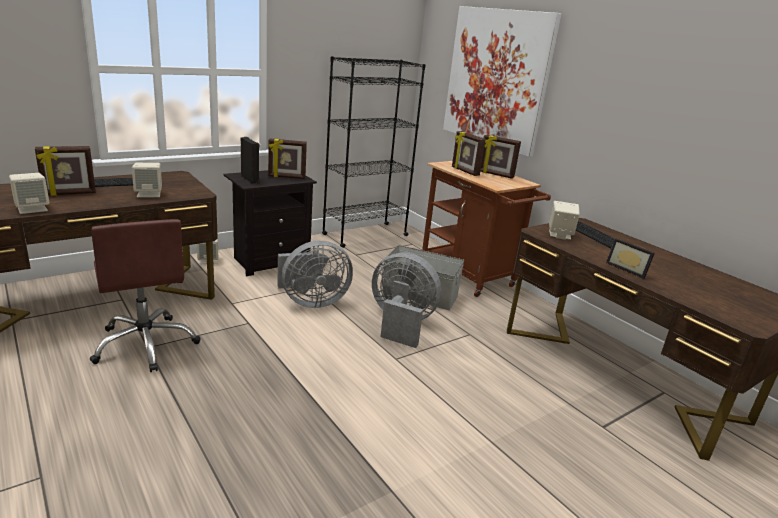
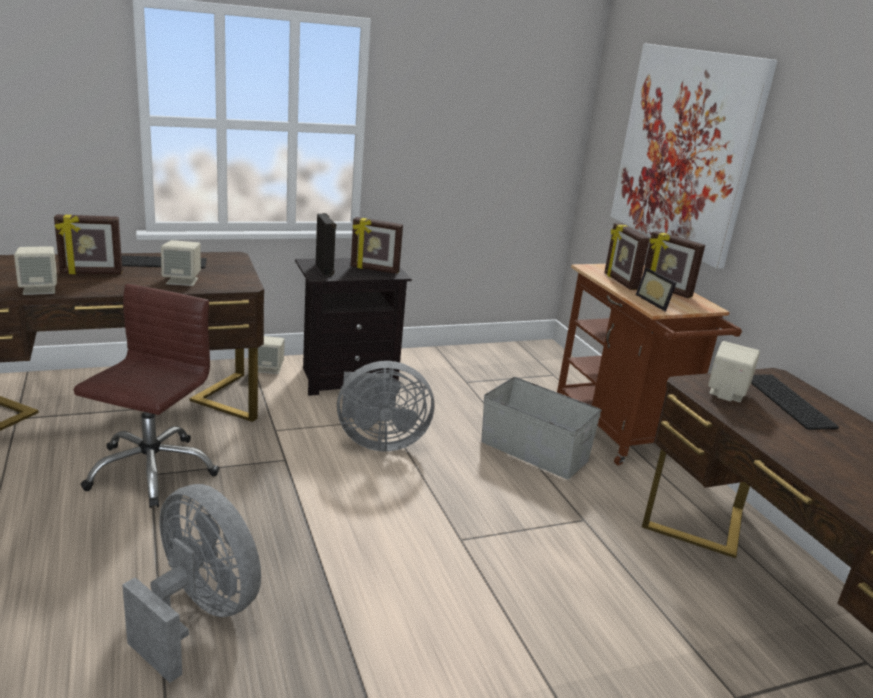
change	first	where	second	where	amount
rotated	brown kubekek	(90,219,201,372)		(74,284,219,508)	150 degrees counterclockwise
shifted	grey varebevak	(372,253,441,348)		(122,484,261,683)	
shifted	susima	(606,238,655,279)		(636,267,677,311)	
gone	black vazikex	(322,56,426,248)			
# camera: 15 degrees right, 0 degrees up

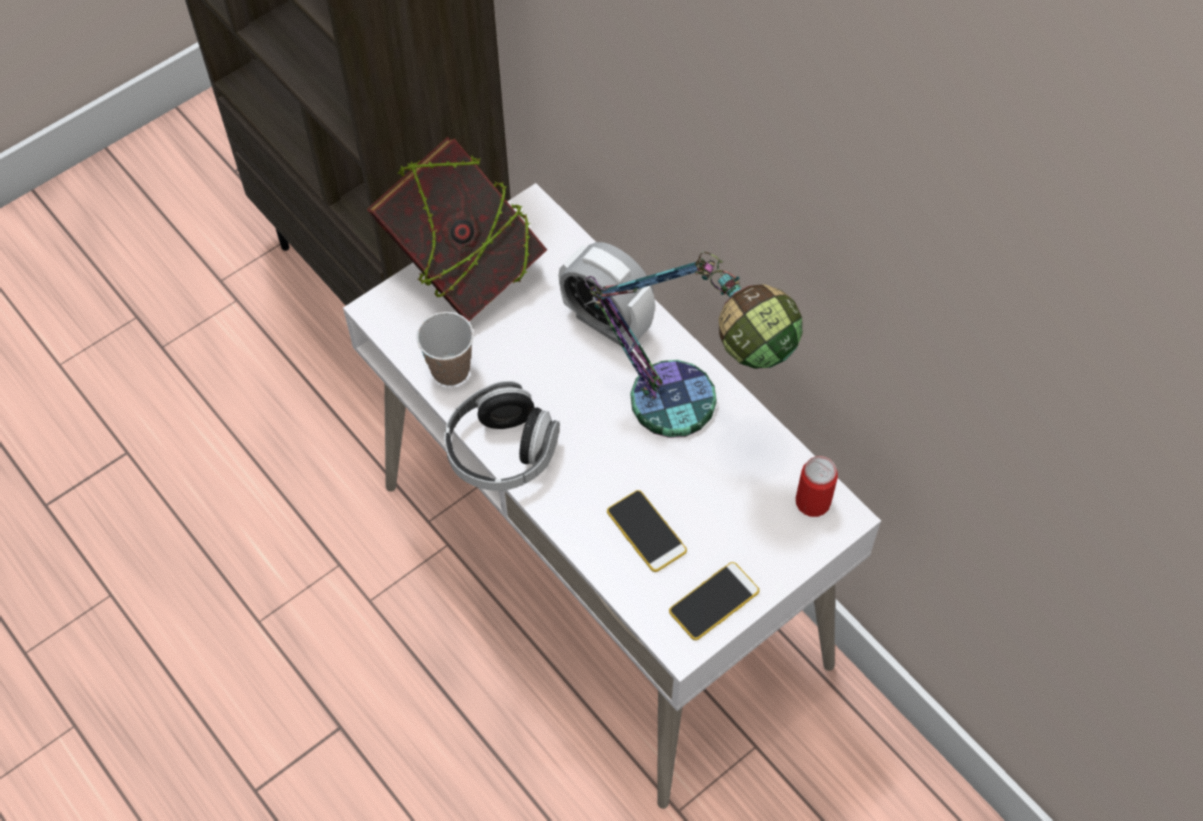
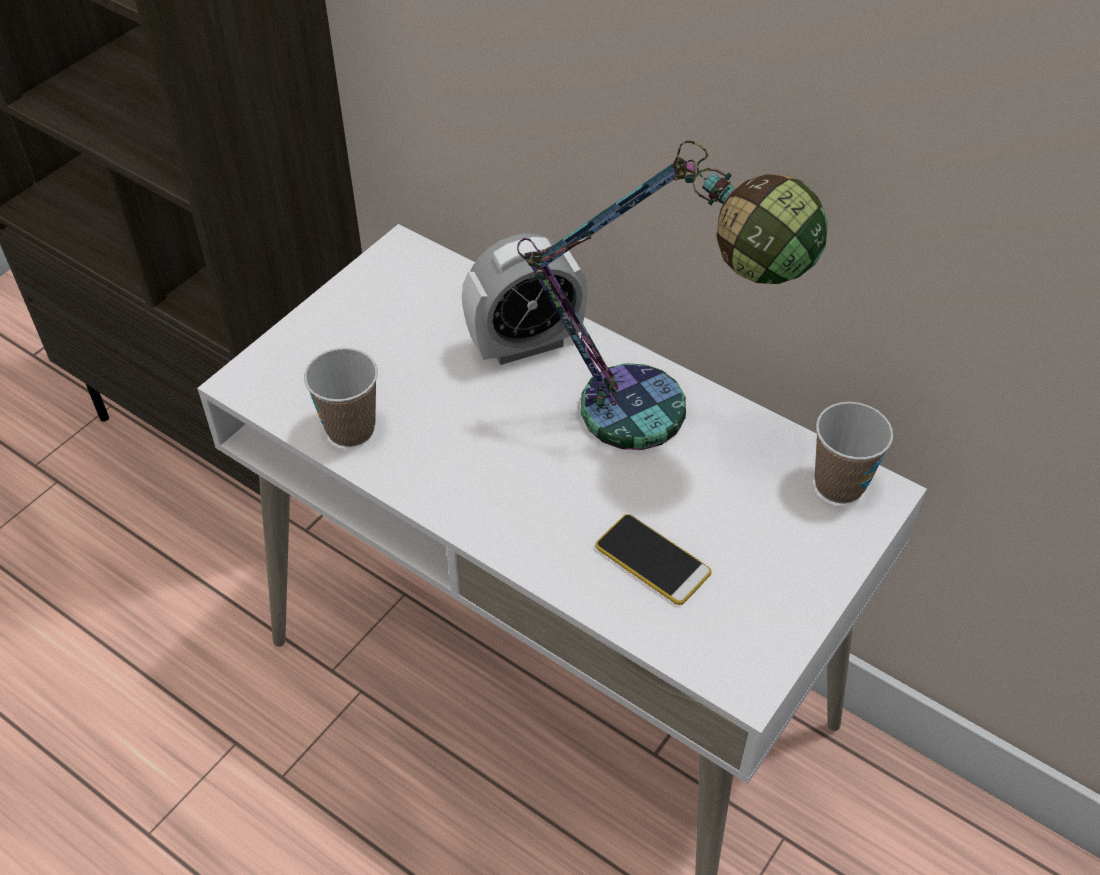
change	first	where	second	where	amount
rotated	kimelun	(559,242,655,347)		(462,233,588,365)	45 degrees counterclockwise
swapped	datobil	(796,456,838,517)	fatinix	(815,402,893,503)	
gone	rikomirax	(367,137,547,321)			
gone	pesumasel	(444,381,560,491)			
gone	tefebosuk	(669,562,759,640)			
# camera: 15 degrees left, 10 degrees down

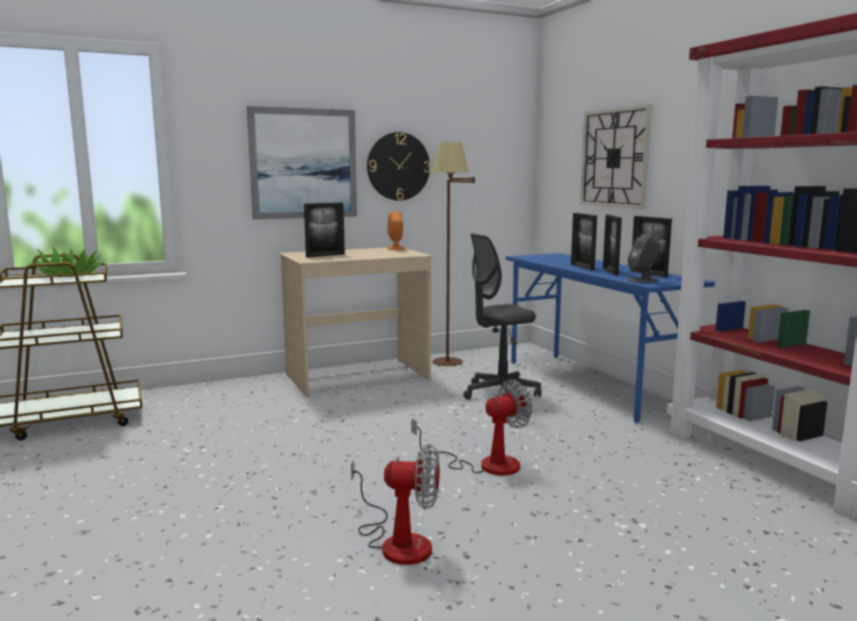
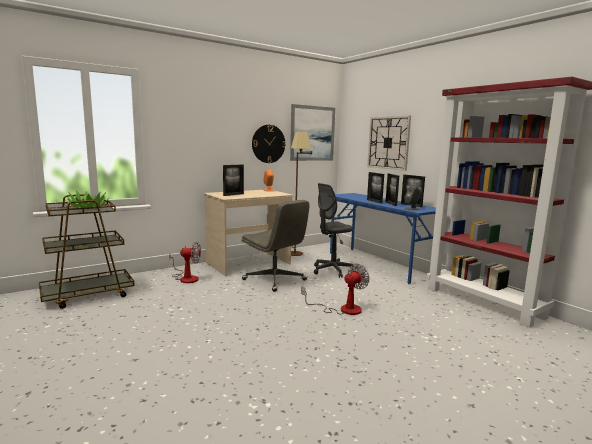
change	first	where	second	where	amount
shifted	varebevak	(351,444,440,565)		(169,242,201,283)	
new			grey kubekek	(241,200,310,292)	
shifted	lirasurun	(247,106,357,220)		(290,104,335,161)	
# camera: 10 degrees left, 0 degrees up

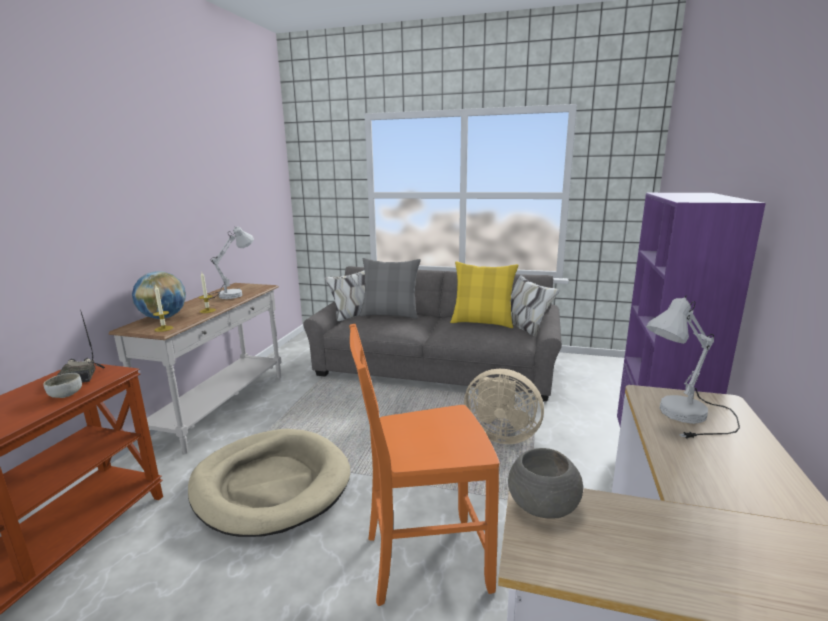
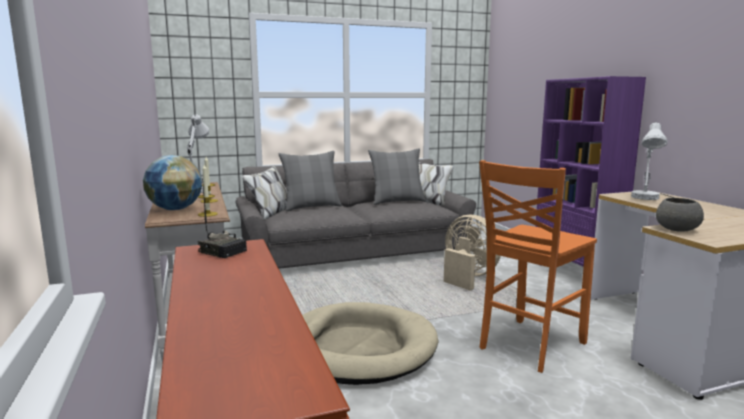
change	first	where	second	where	amount
repainted	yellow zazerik	(450,262,519,328)	grey zazerik	(368,148,426,205)	
rotated	beige varebevak	(464,369,544,444)		(444,215,501,290)	120 degrees counterclockwise
gone	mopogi	(43,373,82,398)			
# camera: 35 degrees left, 5 degrees down

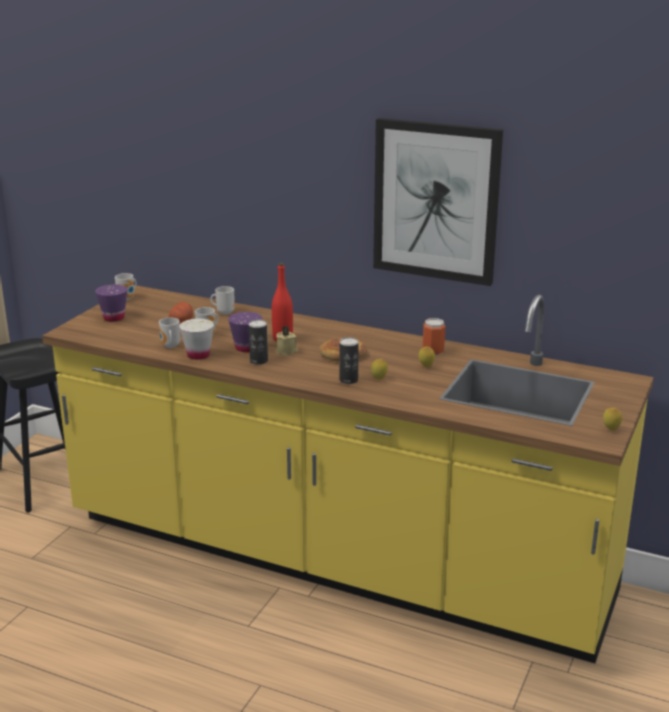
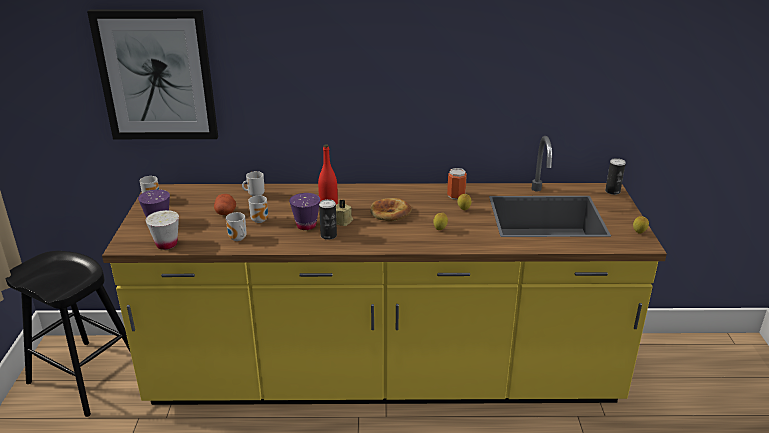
change	first	where	second	where	amount
shifted	lirasurun	(373,118,503,286)		(87,9,218,139)	
shifted	white fatinix	(179,319,214,360)		(145,210,179,250)	
shifted	datobil	(339,337,359,384)		(605,158,626,195)	
# camera: 25 degrees left, 5 degrees up

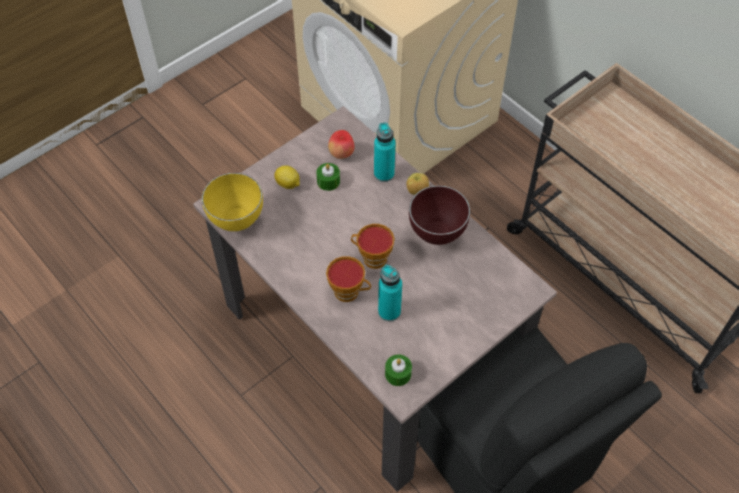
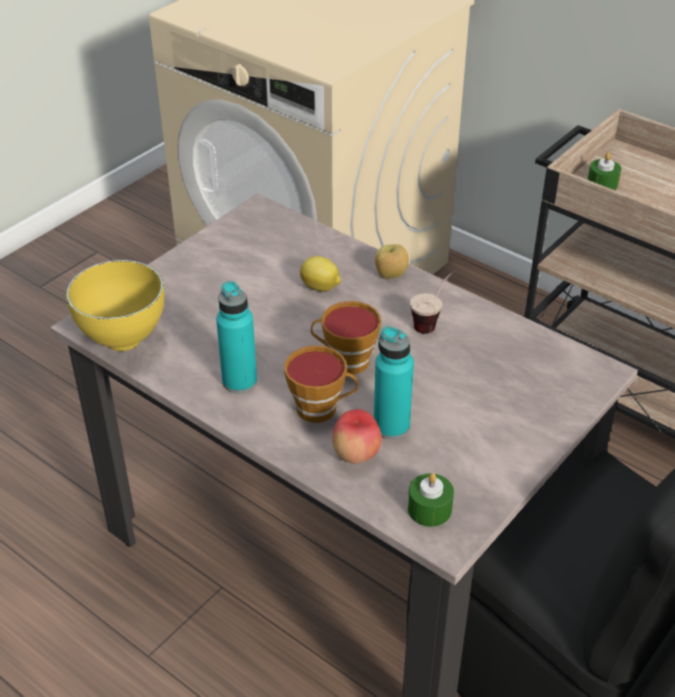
change	first	where	second	where	amount
shifted	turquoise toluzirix	(374,122,396,182)		(216,281,257,393)	
shifted	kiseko	(274,165,300,189)		(300,256,341,291)	
shifted	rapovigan	(328,130,355,159)		(333,409,382,464)	
swapped	brown mopogi	(409,185,470,245)	fatinix	(410,268,457,334)	
shifted	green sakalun	(316,163,340,191)		(588,152,621,190)	
# camera: 10 degrees left, 15 degrees down

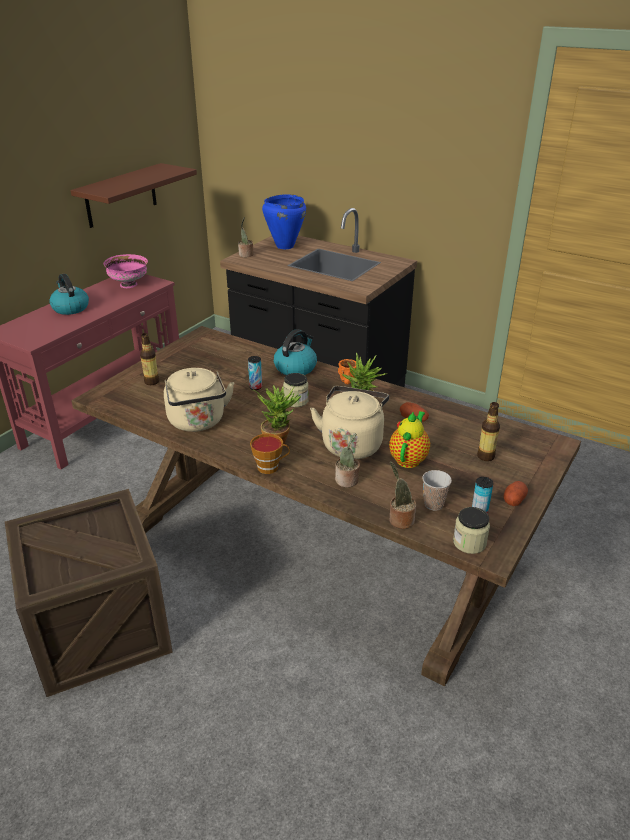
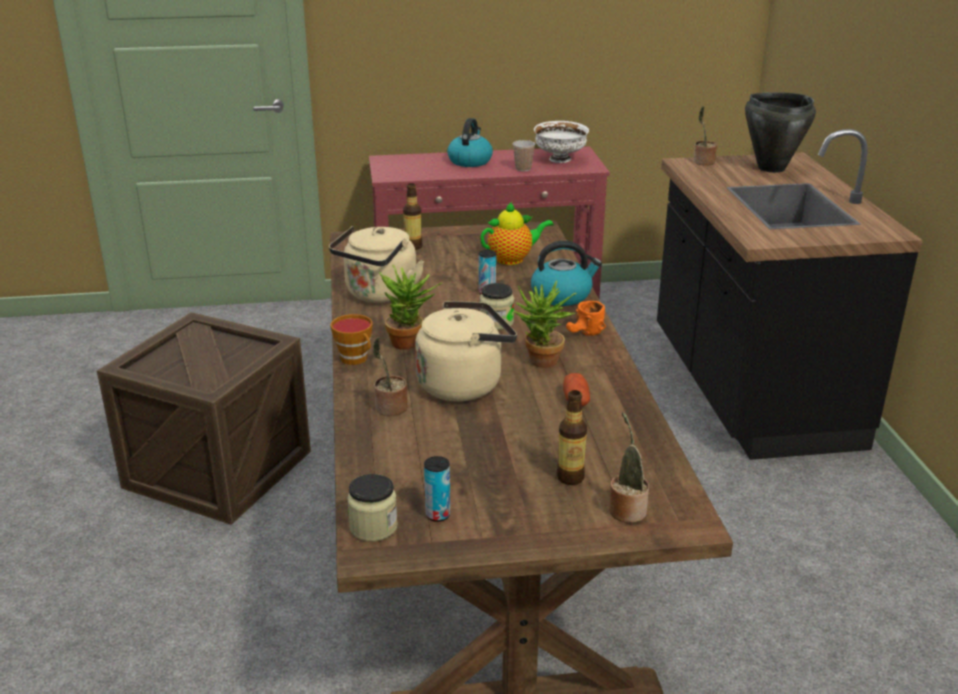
change	first	where	second	where	amount
shifted	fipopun	(389,411,430,468)		(480,202,554,265)	
shifted	fatinix	(422,470,452,511)		(512,140,535,171)	
repainted	pink mopogi	(104,254,148,288)	white mopogi	(534,121,589,163)	
shifted	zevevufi	(390,462,416,529)		(609,412,649,523)	
repainted	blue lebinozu	(262,194,306,249)	black lebinozu	(745,92,816,173)	
gone	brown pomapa	(70,163,197,228)			
gone	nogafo	(504,481,528,506)			
# camera: 50 degrees right, 5 degrees down

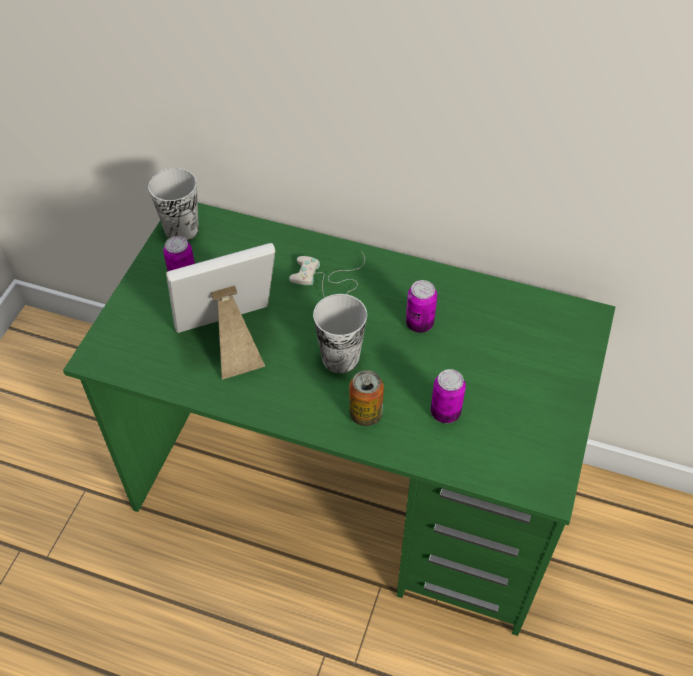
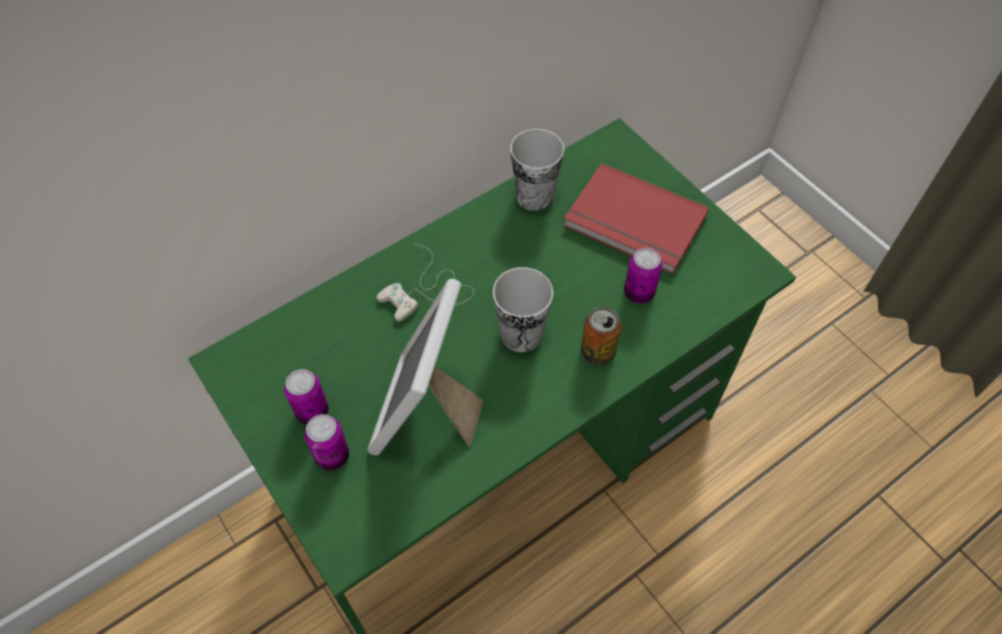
change	first	where	second	where	amount
shifted	datobil	(406,280,437,333)		(304,414,349,470)	
shifted	fatinix	(148,168,199,241)		(510,129,564,211)	
new			red rikomirax	(563,163,709,274)	
# camera: 55 degrees left, 5 degrees up

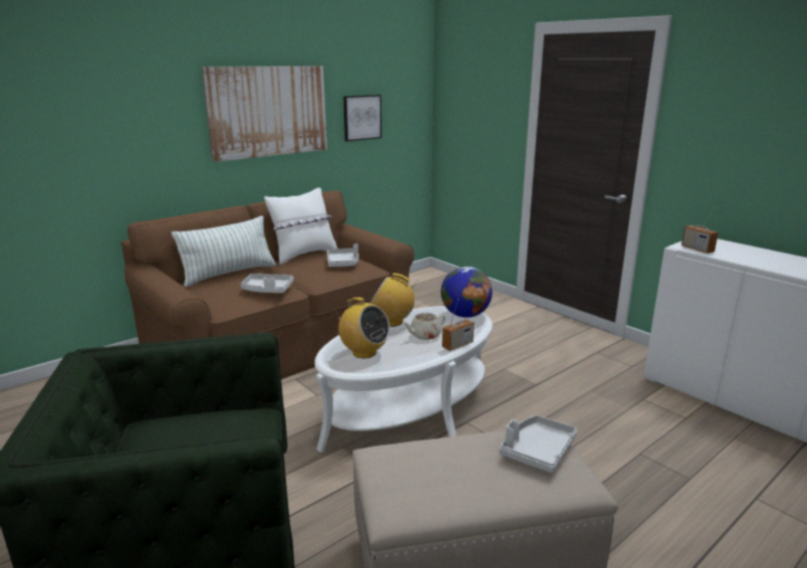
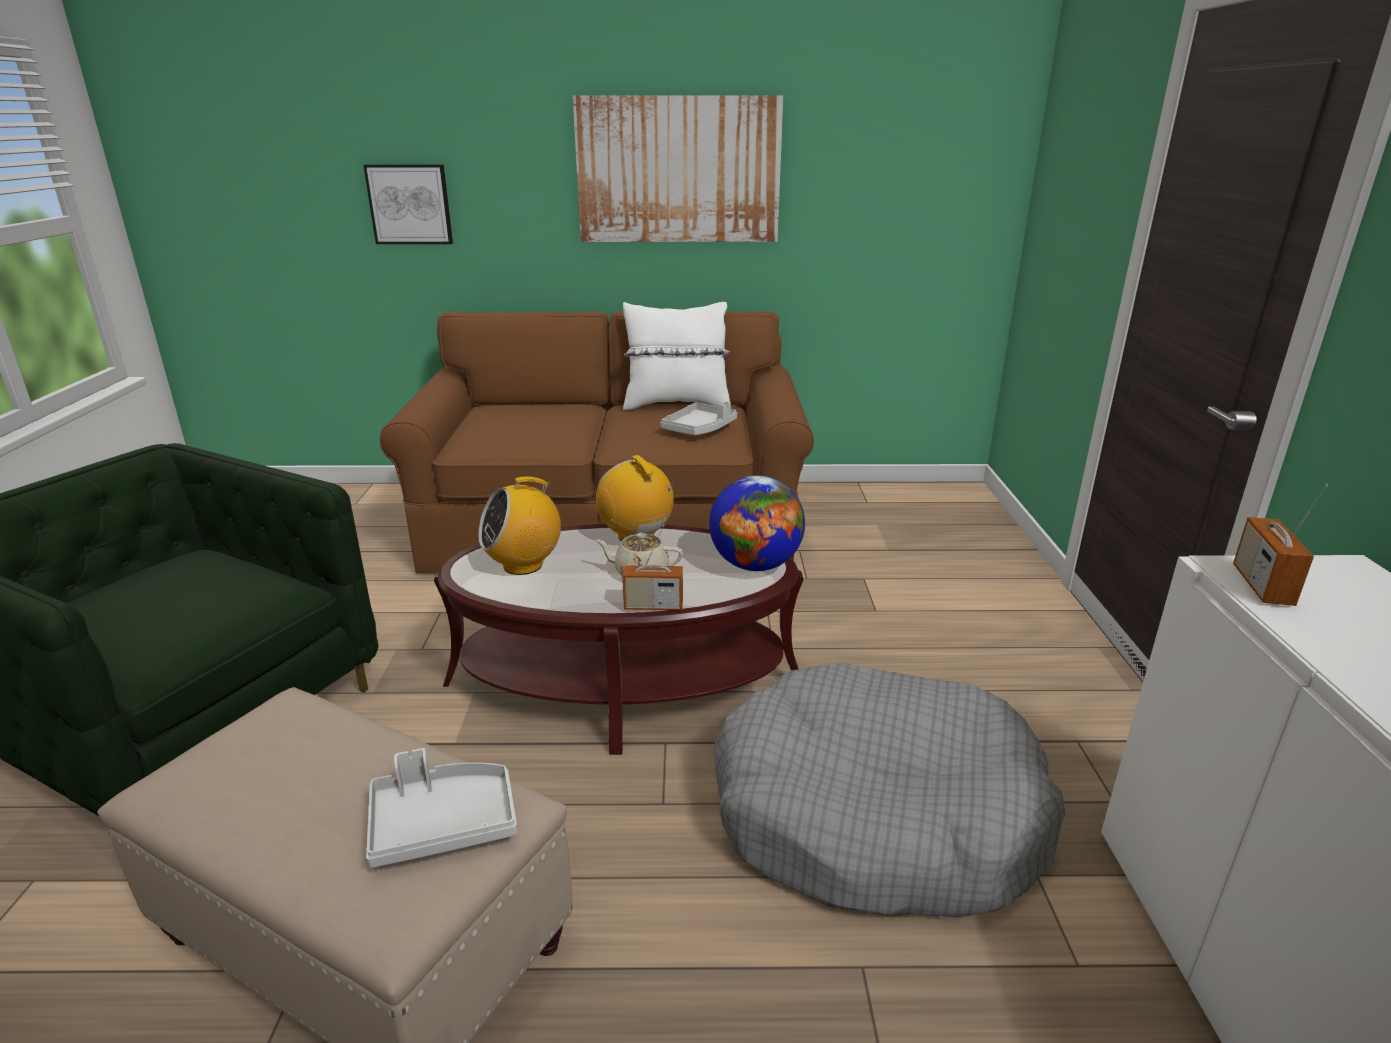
change	first	where	second	where	amount
shifted	lirasurun	(343,95,382,141)		(363,164,453,244)	
repainted	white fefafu	(315,306,492,453)	brown fefafu	(434,524,803,755)	
rotated	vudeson	(334,297,390,359)		(478,477,561,575)	75 degrees clockwise
new			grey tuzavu	(713,663,1065,917)	
gone	zazerik	(171,216,276,287)			
gone	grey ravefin	(241,274,294,293)			
# camera: 40 degrees right, 5 degrees up

